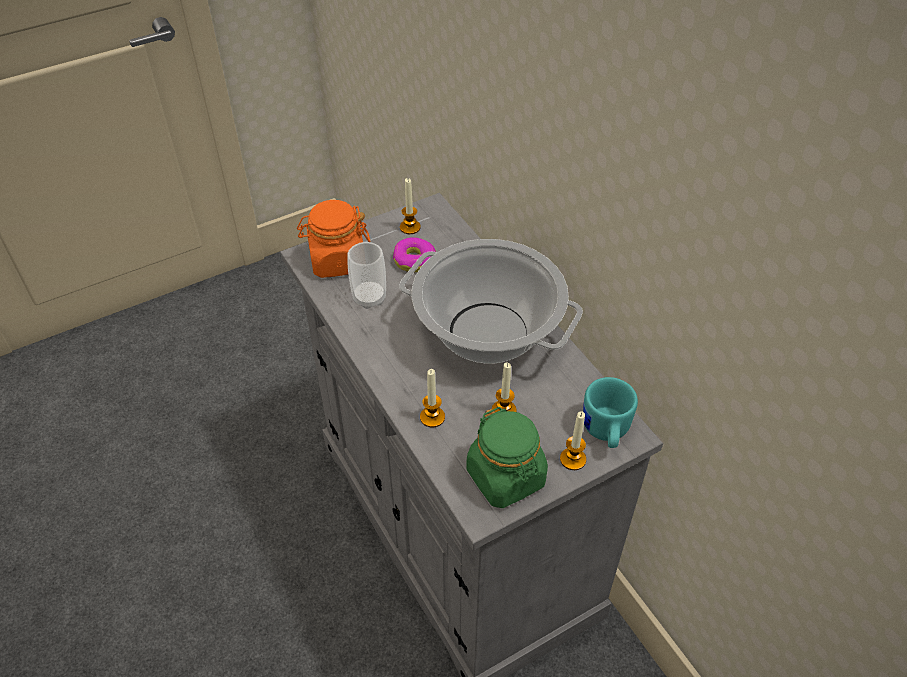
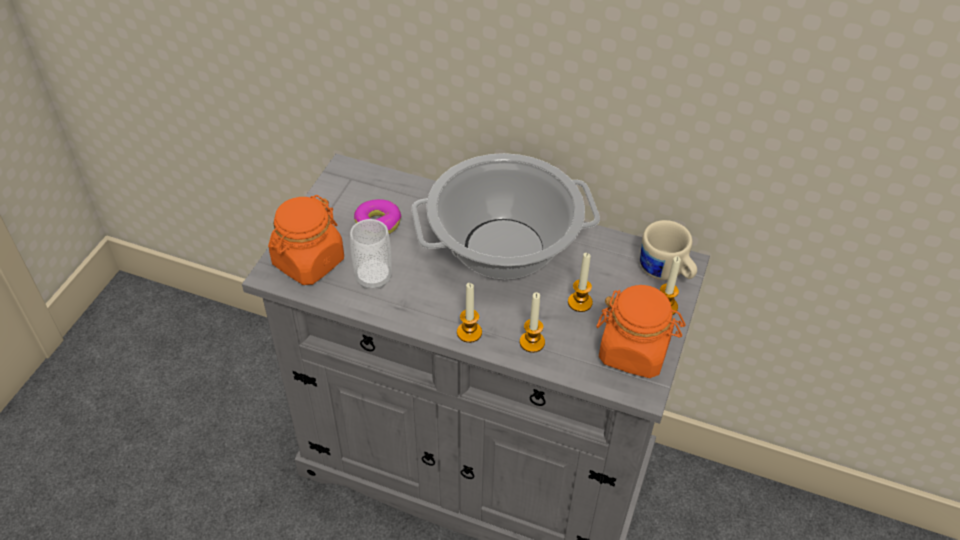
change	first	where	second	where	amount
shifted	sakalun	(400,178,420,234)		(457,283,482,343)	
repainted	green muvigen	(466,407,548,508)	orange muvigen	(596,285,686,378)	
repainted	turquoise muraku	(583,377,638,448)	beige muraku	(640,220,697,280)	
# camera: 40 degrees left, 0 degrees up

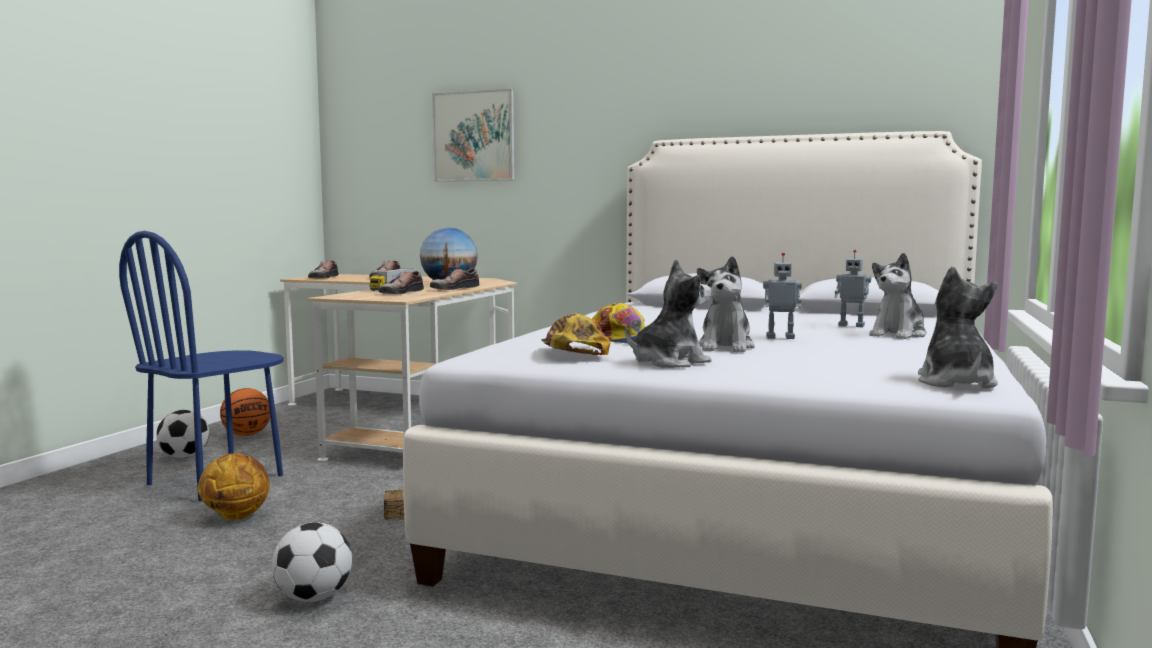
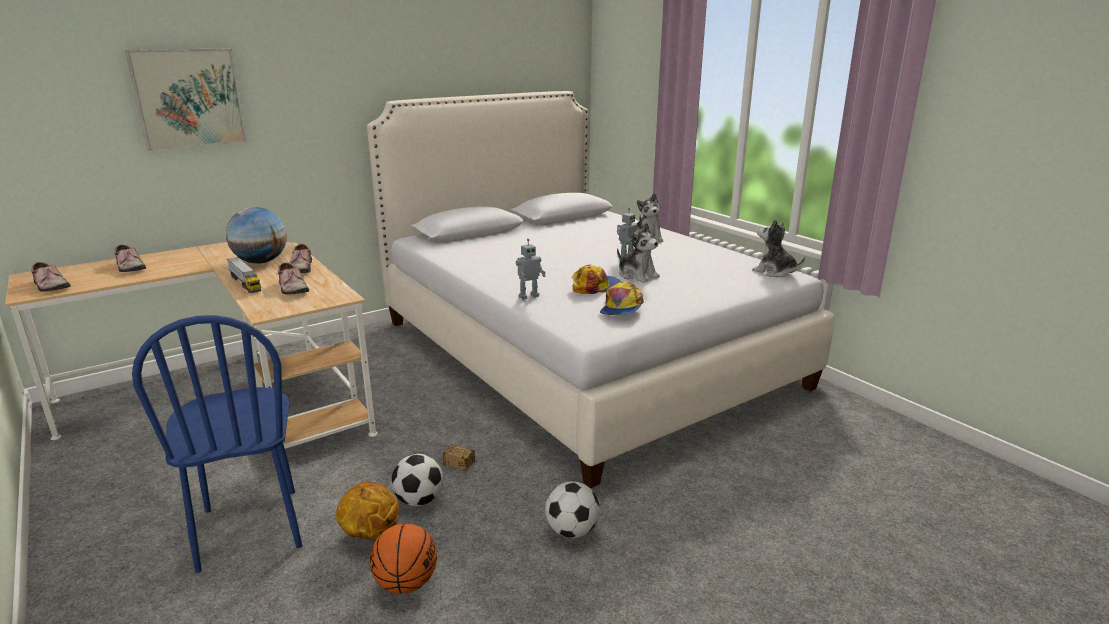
change	first	where	second	where	amount
shifted	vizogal	(220,388,270,436)		(370,524,437,594)	
shifted	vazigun	(156,410,209,458)		(391,454,443,506)	
shifted	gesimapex	(835,250,871,327)		(516,239,546,300)	
rotated	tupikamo	(541,314,610,355)		(600,281,644,315)	90 degrees counterclockwise
gone	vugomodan	(625,259,712,368)			
# camera: 55 degrees left, 15 degrees up

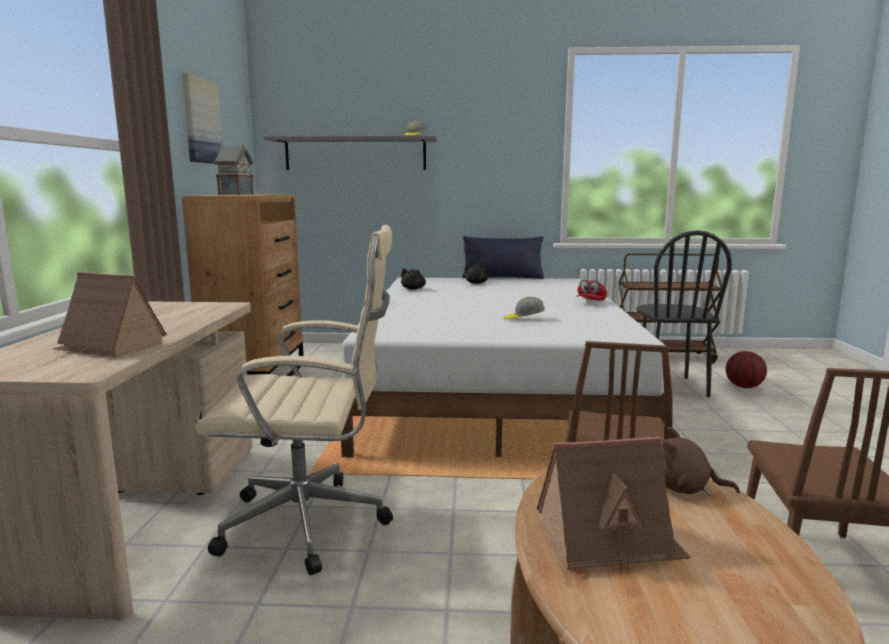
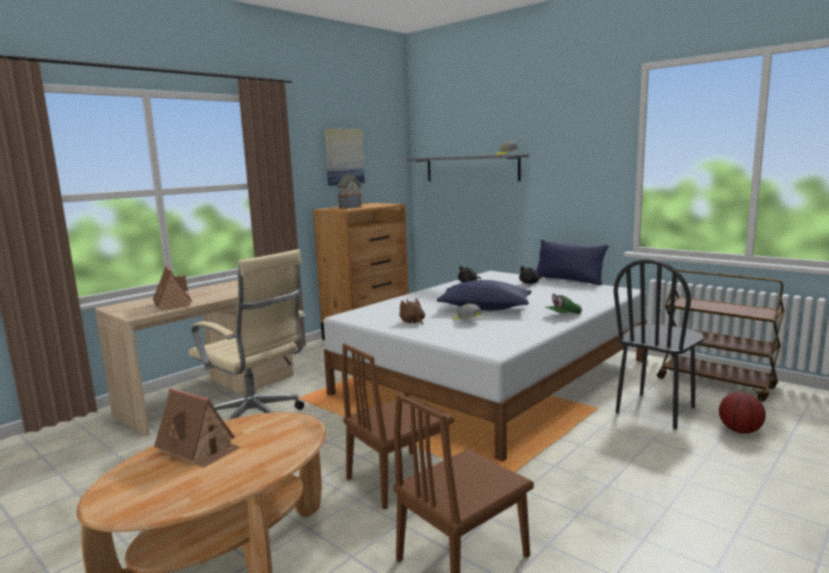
change	first	where	second	where	amount
shifted	brown vugomodan	(653,427,740,496)		(399,298,425,325)	
new			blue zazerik	(437,280,532,310)	
repainted	red tupikamo	(577,279,607,300)	green tupikamo	(545,293,582,314)	
# camera: 40 degrees right, 0 degrees up

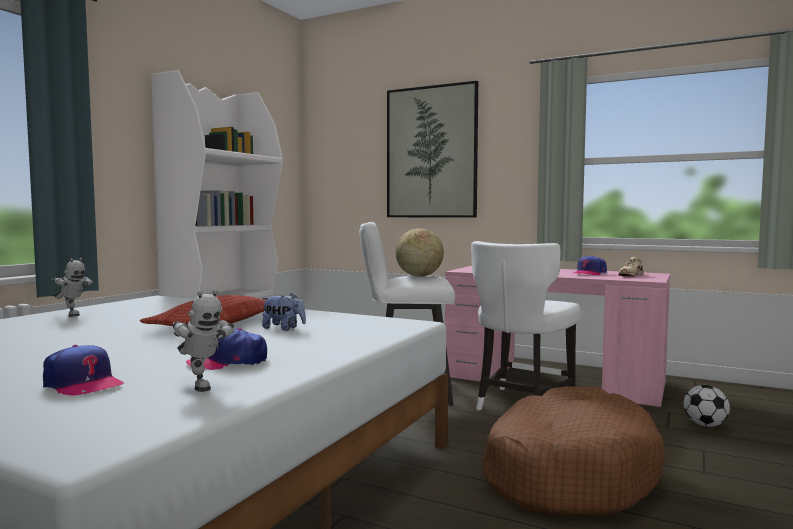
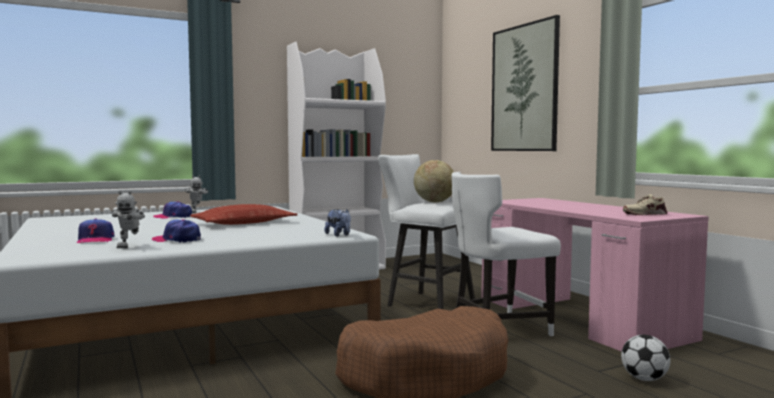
change	first	where	second	where	amount
shifted	tupikamo	(574,256,607,275)		(153,201,192,219)	
shifted	vugomodan	(262,293,306,331)		(325,209,351,237)	
# camera: 35 degrees right, 0 degrees up

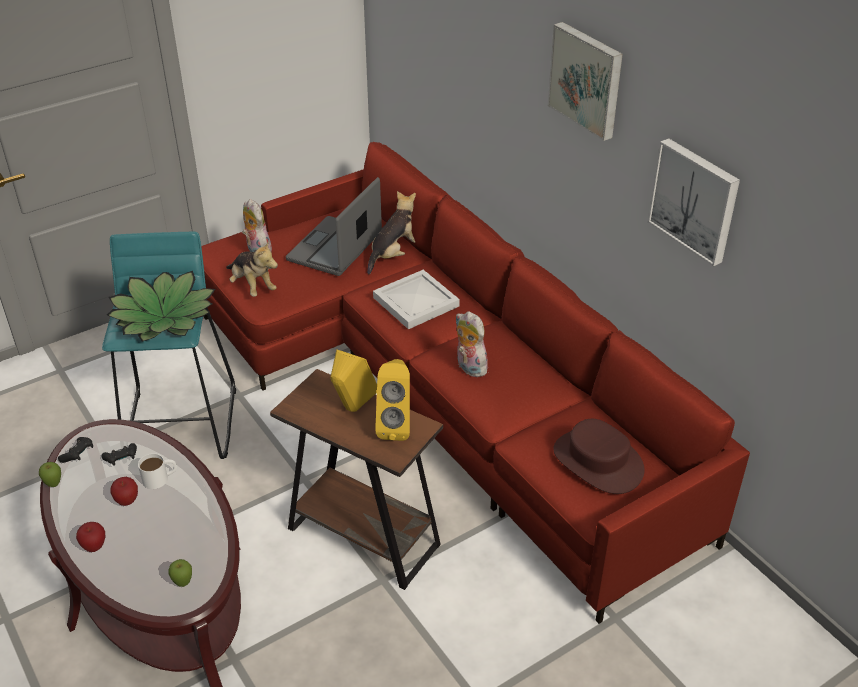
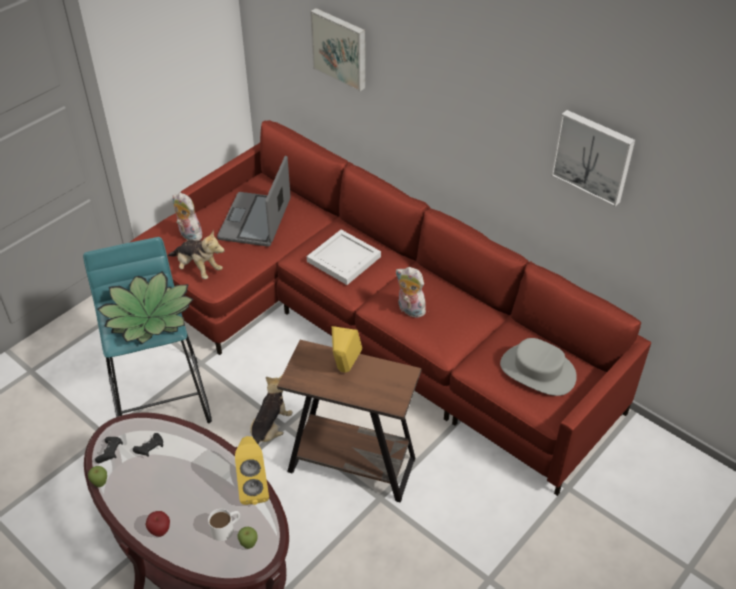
change	first	where	second	where	amount
shifted	white muraku	(138,453,177,489)		(208,509,240,541)	
shifted	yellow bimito	(375,359,410,441)		(235,436,269,505)	
shifted	vugomodan	(367,191,416,275)		(250,375,293,444)	
shifted	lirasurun	(548,22,623,141)		(310,8,365,91)	
repainted	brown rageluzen	(553,419,644,494)	grey rageluzen	(500,338,577,396)	
gone	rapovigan	(110,477,138,506)			
# camera: 15 degrees left, 5 degrees up

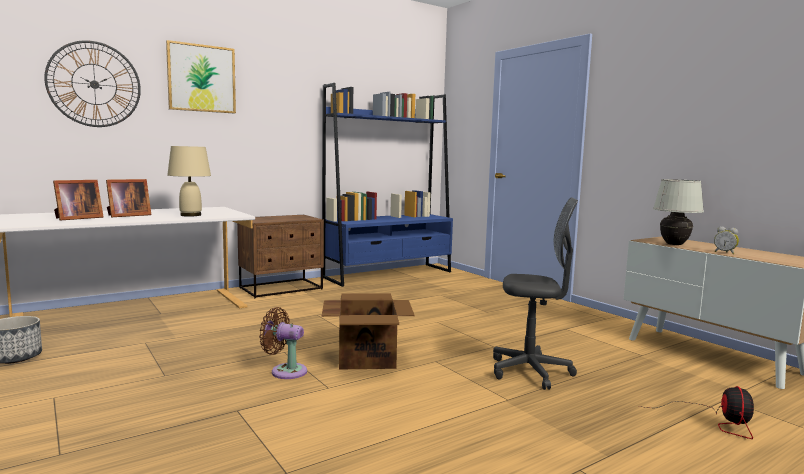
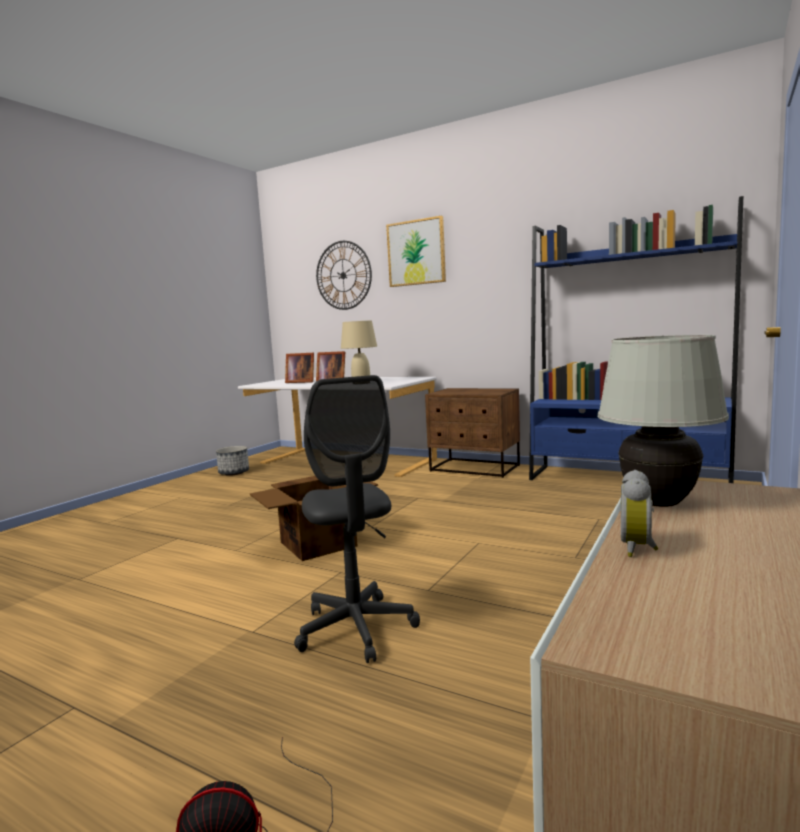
change	first	where	second	where	amount
gone	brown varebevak	(259,307,307,379)			
# camera: 65 degrees right, 0 degrees up

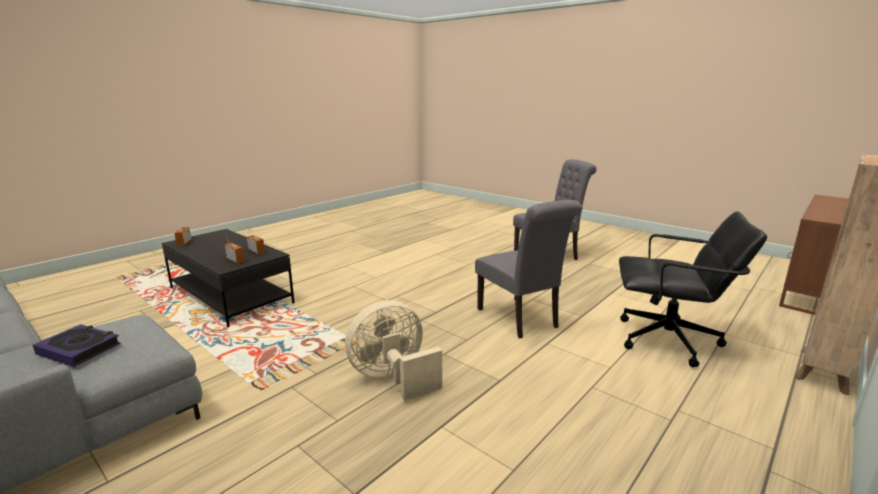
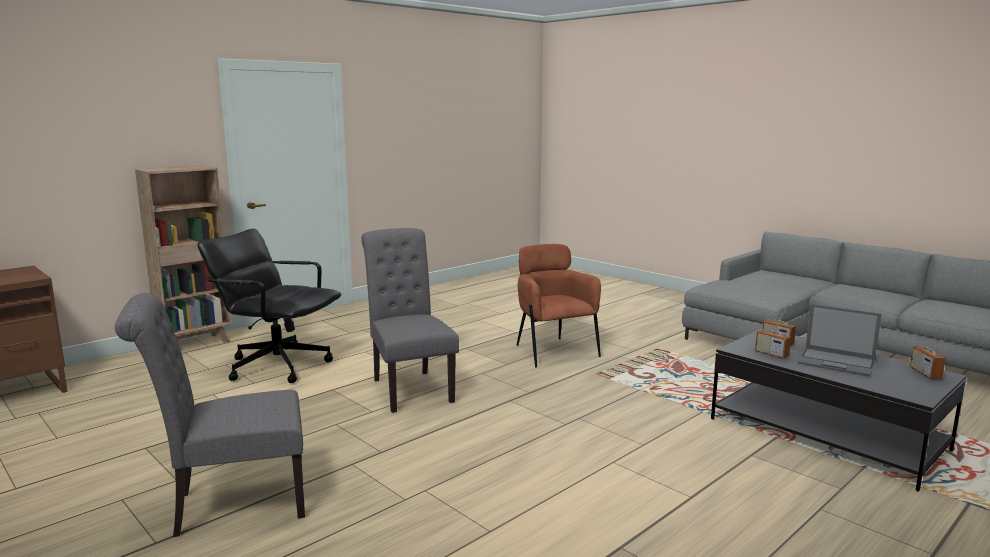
change	first	where	second	where	amount
swapped	beige varebevak	(345,300,442,401)	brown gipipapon	(516,244,601,367)	
new			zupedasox	(798,304,882,377)	
gone	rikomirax	(33,324,121,367)			
# camera: 175 degrees left, 5 degrees down

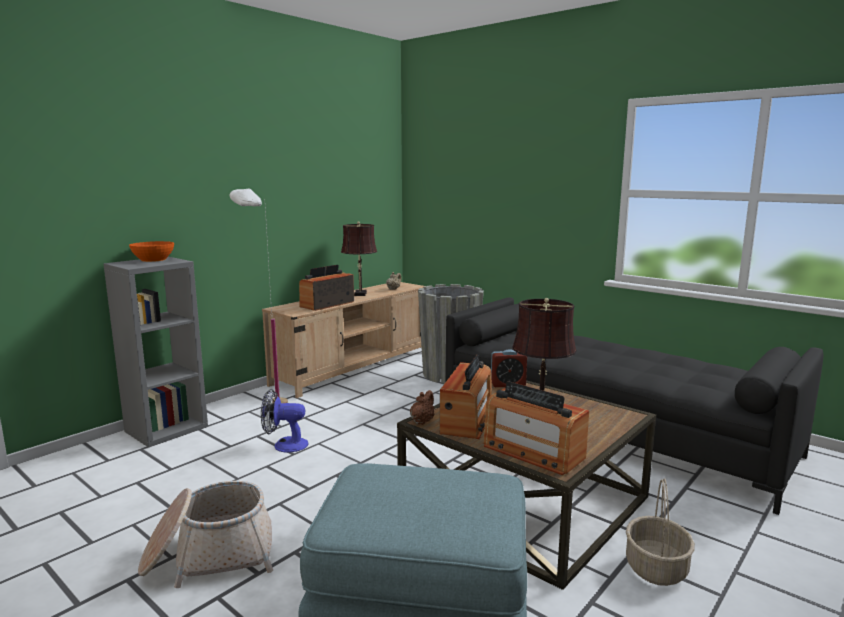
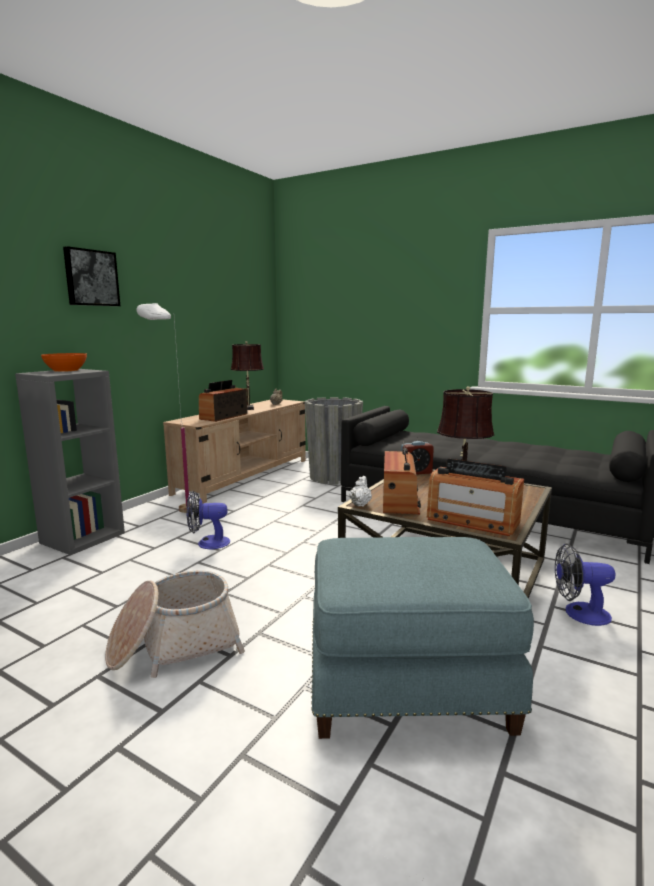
change	first	where	second	where	amount
new			lirasurun	(63,246,120,306)	
repainted	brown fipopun	(410,390,435,425)	white fipopun	(350,476,372,507)	
swapped	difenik	(626,478,695,586)	varebevak	(555,543,615,626)	
# camera: 10 degrees left, 0 degrees up

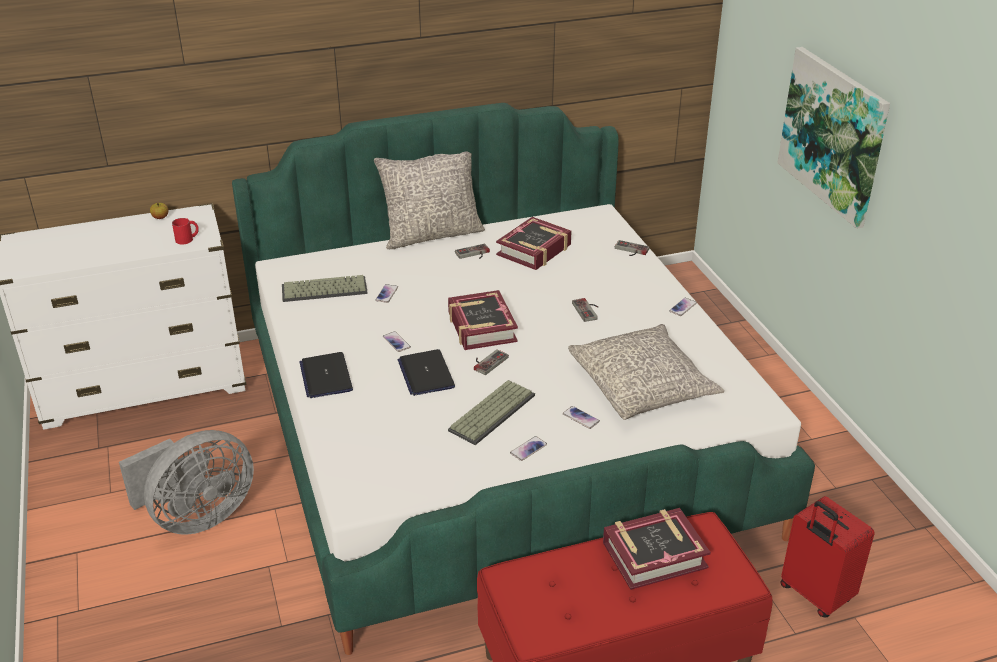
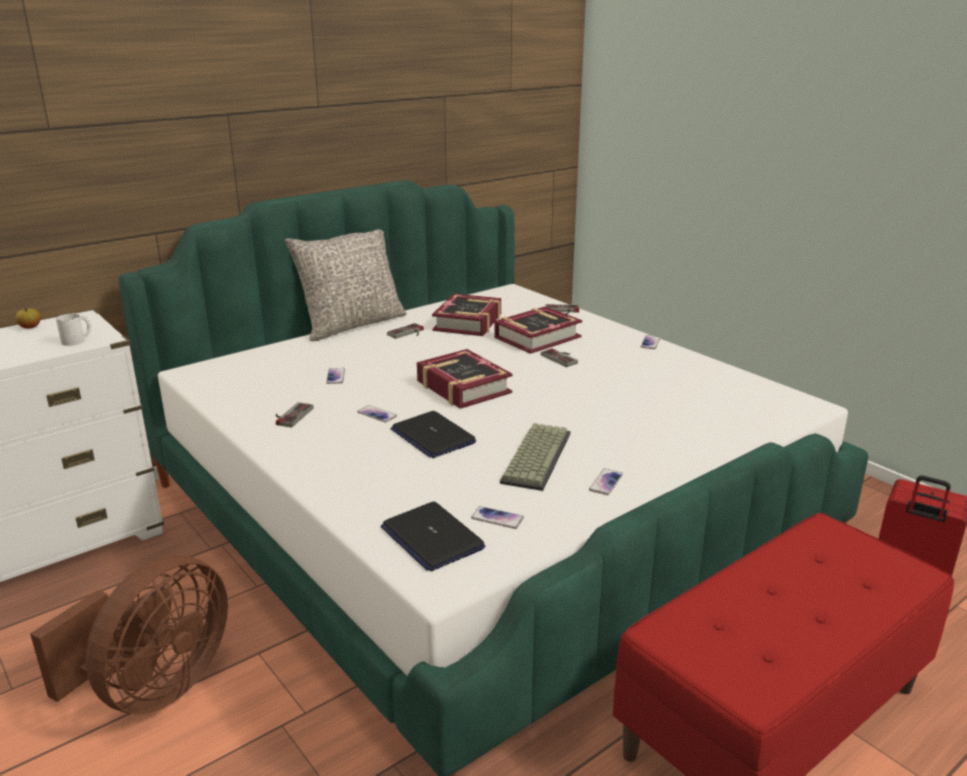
change	first	where	second	where	amount
repainted	grey varebevak	(119,430,254,535)	brown varebevak	(30,555,228,715)	
repainted	red muraku	(172,218,199,244)	white muraku	(56,313,91,346)	
shifted	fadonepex	(474,349,509,375)		(276,402,313,427)	
shifted	zupedasox	(300,352,353,398)		(381,502,485,571)	
shifted	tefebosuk	(563,406,600,429)		(471,506,524,529)	
shifted	rikomirax	(603,508,711,590)		(495,306,582,354)	
gone	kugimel	(282,275,368,302)			
gone	grey zazerik	(568,324,724,420)			
gone	lirasurun	(777,47,890,229)			
# camera: 20 degrees left, 10 degrees down

